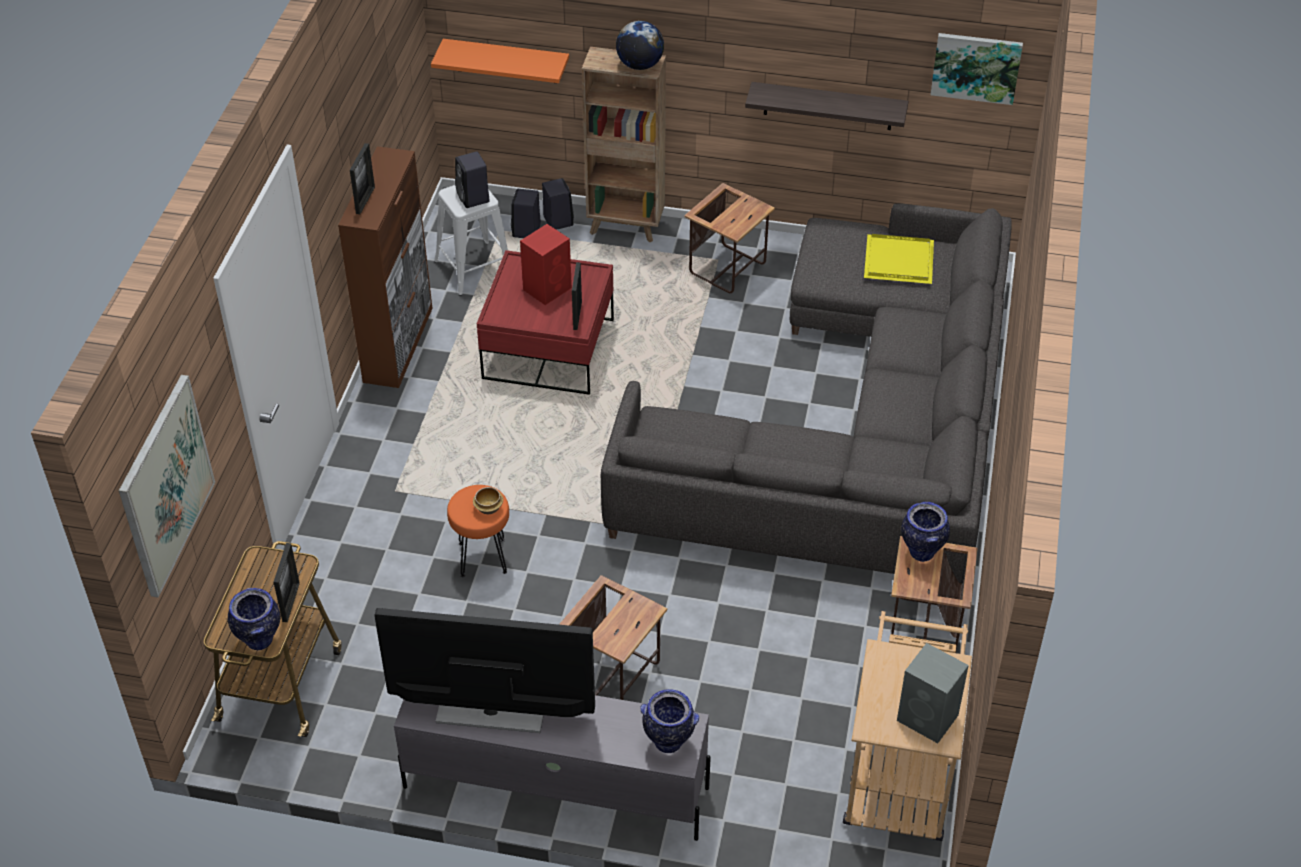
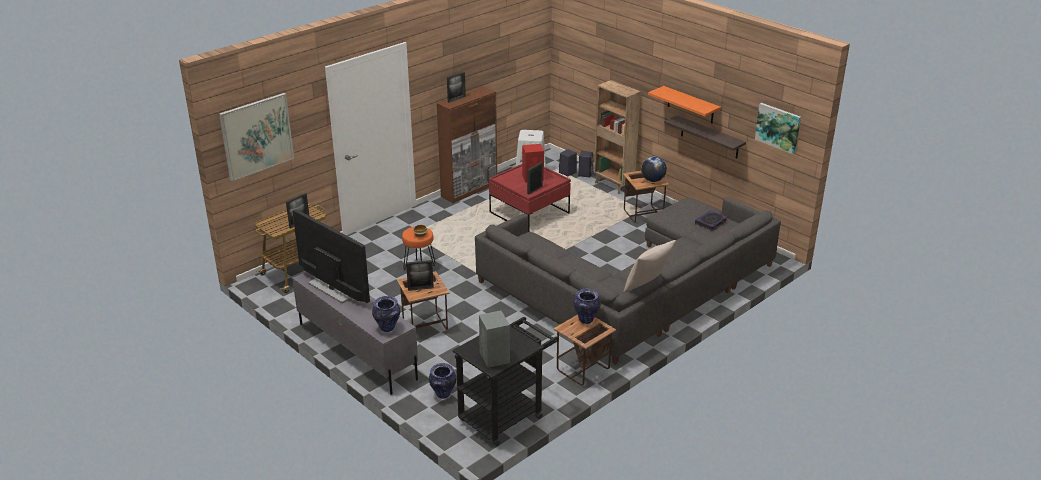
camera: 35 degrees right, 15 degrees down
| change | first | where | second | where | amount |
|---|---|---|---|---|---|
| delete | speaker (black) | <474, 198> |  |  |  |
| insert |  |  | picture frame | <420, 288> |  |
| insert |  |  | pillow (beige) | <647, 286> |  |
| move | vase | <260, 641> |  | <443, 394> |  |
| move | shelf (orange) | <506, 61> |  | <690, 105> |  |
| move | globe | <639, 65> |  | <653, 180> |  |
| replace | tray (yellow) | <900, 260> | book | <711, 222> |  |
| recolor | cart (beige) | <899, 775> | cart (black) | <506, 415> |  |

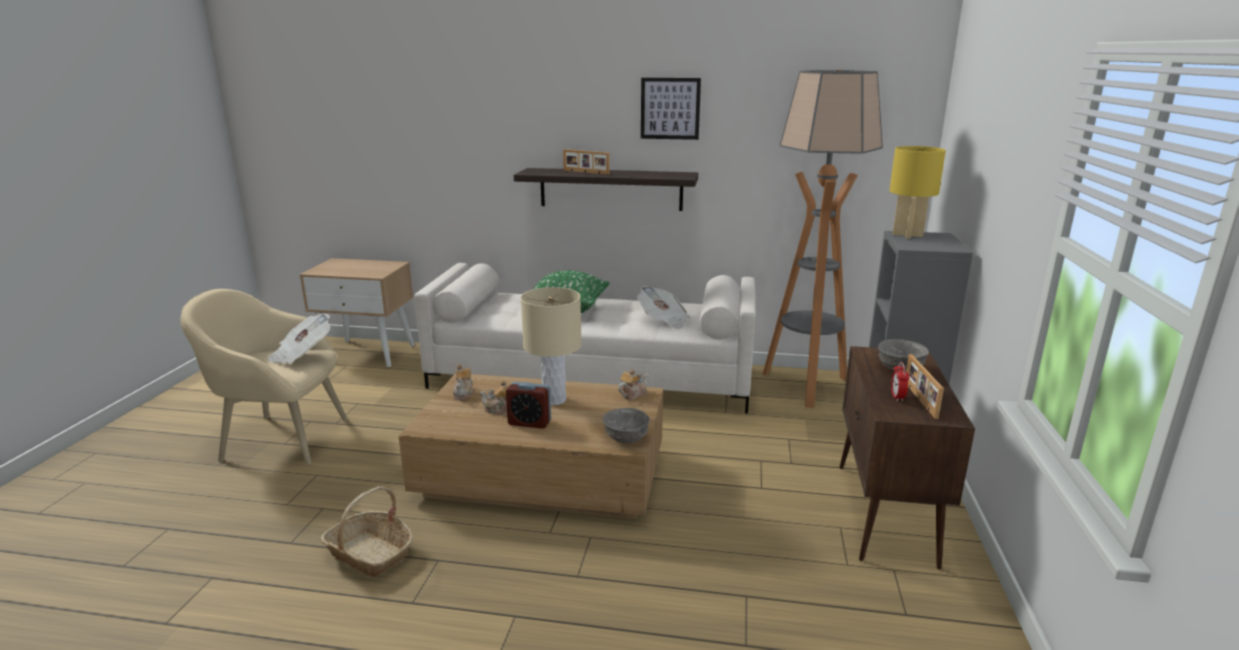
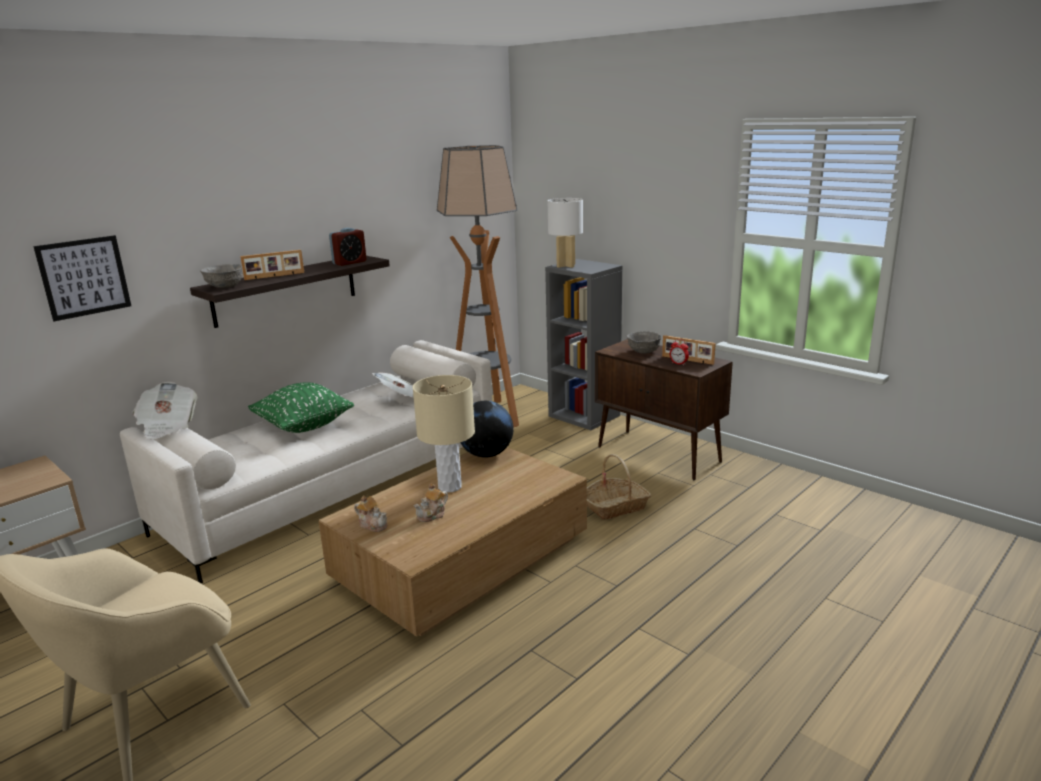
camera: 55 degrees left, 0 degrees up
| change | first | where | second | where | amount |
|---|---|---|---|---|---|
| move | newspaper | <302, 355> |  | <167, 426> |  |
| move | basket | <370, 553> |  | <616, 507> |  |
| move | alarm clock | <529, 422> |  | <349, 263> |  |
| move | bowl (grey) | <626, 438> |  | <225, 286> |  |
| move | picture | <670, 108> |  | <84, 277> |  |
| replace | teapot | <633, 394> | globe | <486, 454> |  |
| recolor | table lamp (yellow) | <907, 235> | table lamp (white) | <565, 265> |  |

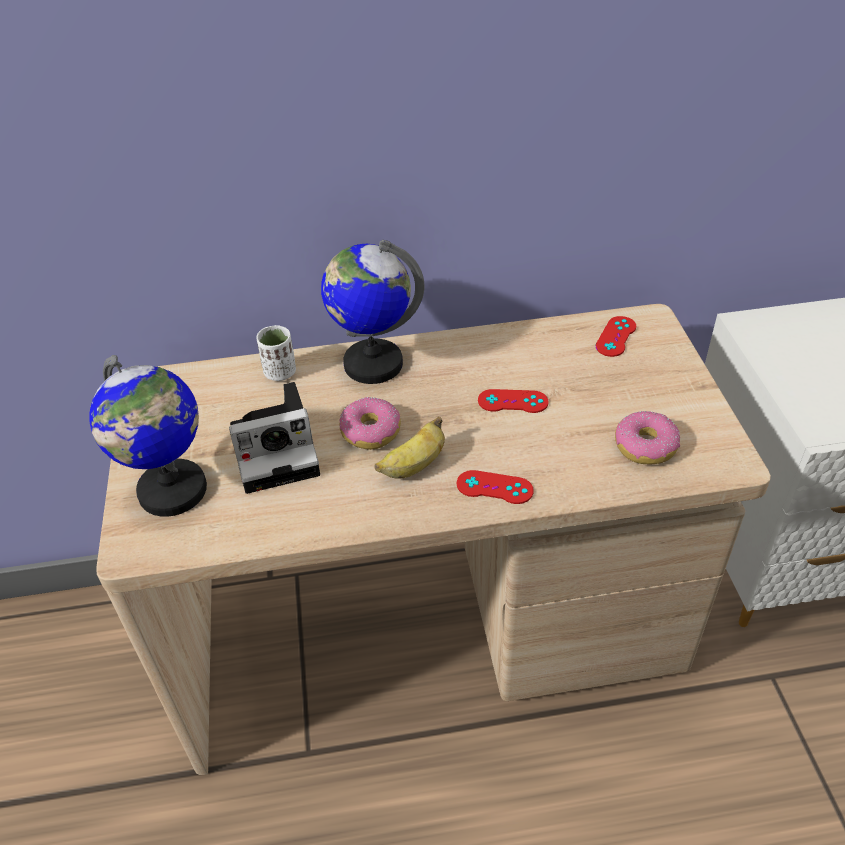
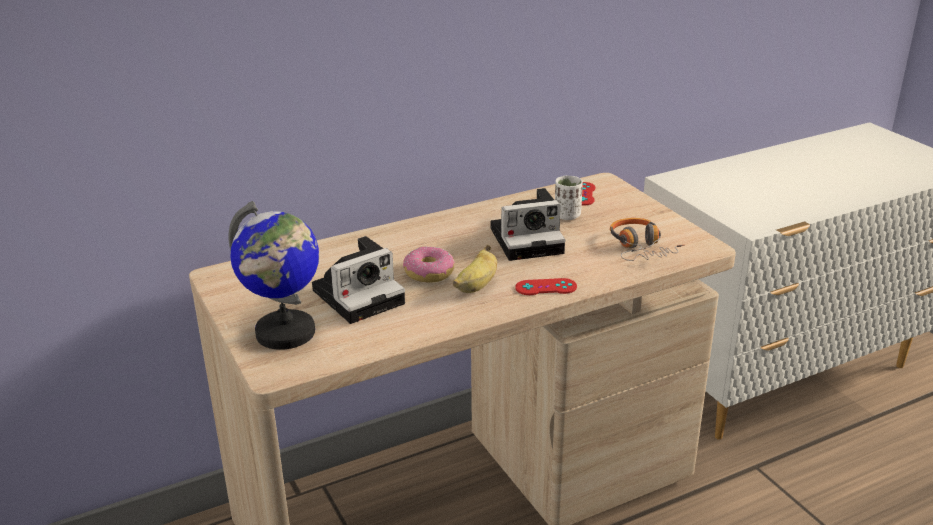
camera: 20 degrees left, 15 degrees down
| change | first | where | second | where | amount |
|---|---|---|---|---|---|
| delete | globe | <372, 364> |  |  |  |
| move | cup (white) | <280, 372> |  | <567, 215> |  |
| replace | game controller (red) | <513, 401> | photo camera | <529, 240> |  |
| replace | donut | <645, 446> | headphones | <640, 248> |  |

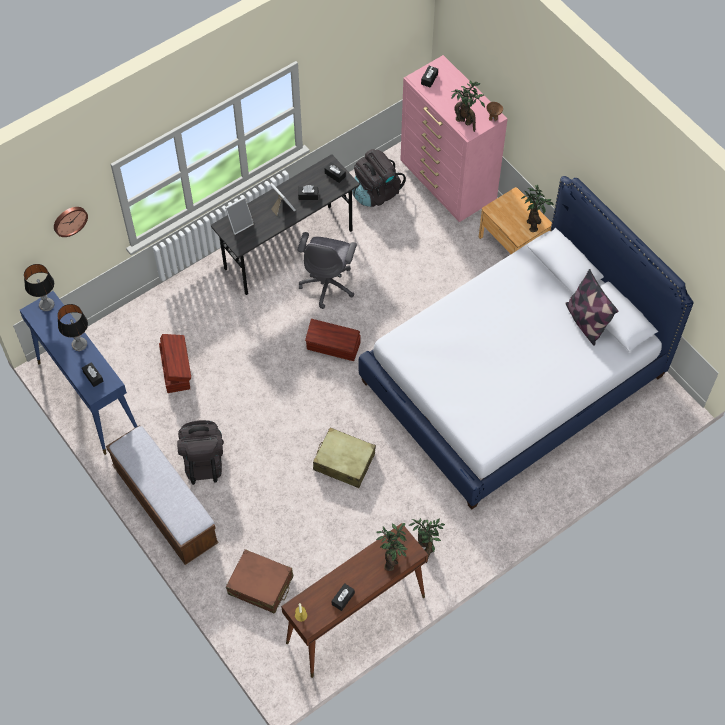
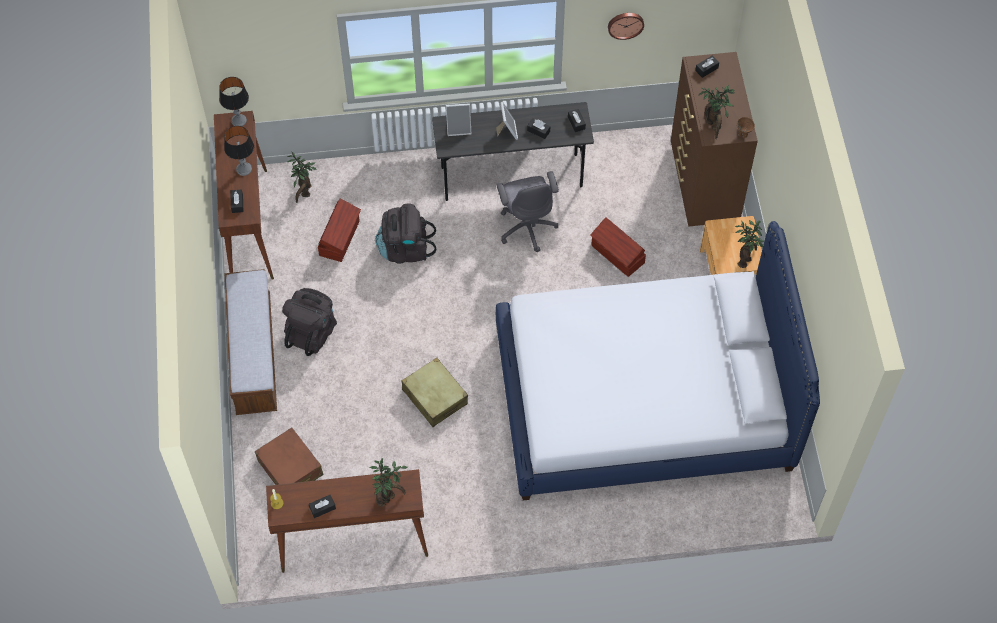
camera: 30 degrees right, 0 degrees up
| change | first | where | second | where | amount |
|---|---|---|---|---|---|
| delete | pillow | <586, 321> |  |  |  |
| move | wall clock | <69, 220> |  | <625, 24> |  |
| move | storage box (brown) | <333, 346> |  | <617, 255> |  |
| move | backpack (black) | <376, 193> |  | <405, 249> |  |
| move | potted plant | <426, 548> |  | <304, 192> |  |
| recolor | console table (blue) | <87, 397> | console table (brown) | <249, 225> |  |
| recolor | dresser (pink) | <447, 184> | dresser (brown) | <703, 185> |  |
| rotate | office chair (grey) | <328, 284> |  | <527, 226> | 60 degrees counterclockwise |

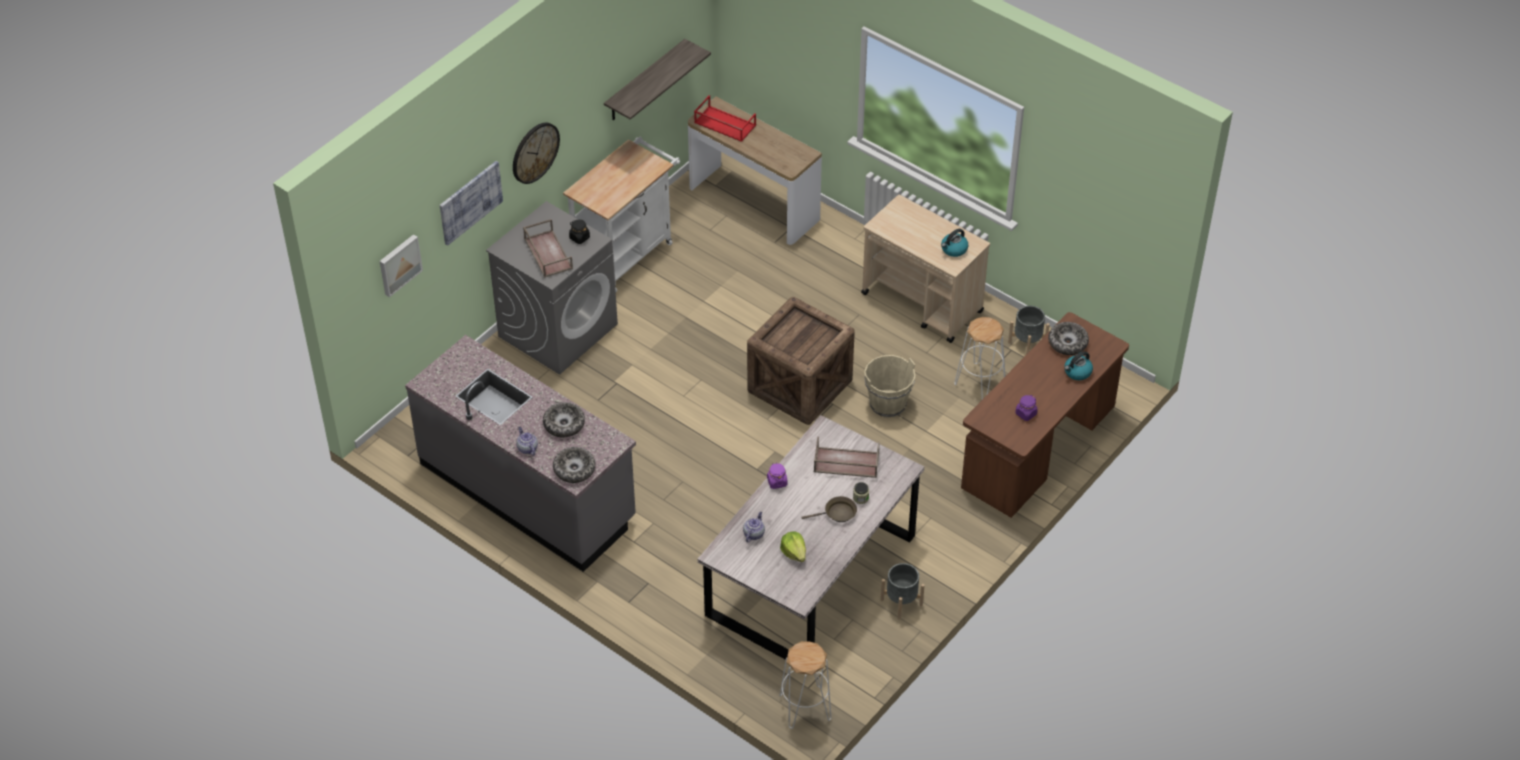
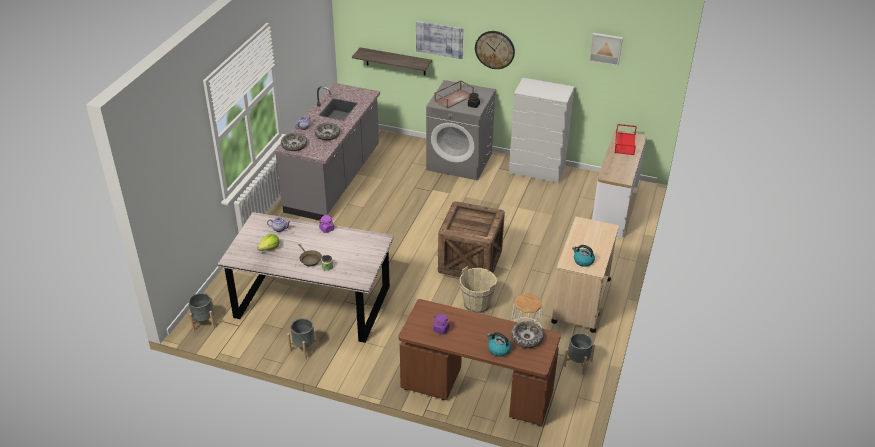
camera: 70 degrees right, 10 degrees down
| change | first | where | second | where | amount |
|---|---|---|---|---|---|
| delete | tray (brown) | <845, 463> |  |  |  |
| move | picture | <399, 264> |  | <606, 48> |  |
| move | shelf | <645, 81> |  | <395, 61> |  |
| replace | cart (white) | <627, 252> | dresser (white) | <537, 170> |  |
| replace | stool (white) | <804, 707> | planter (grey) | <204, 322> |  |

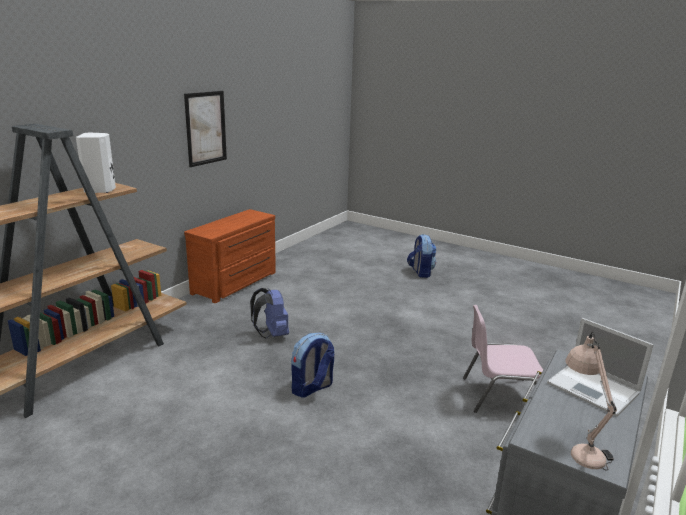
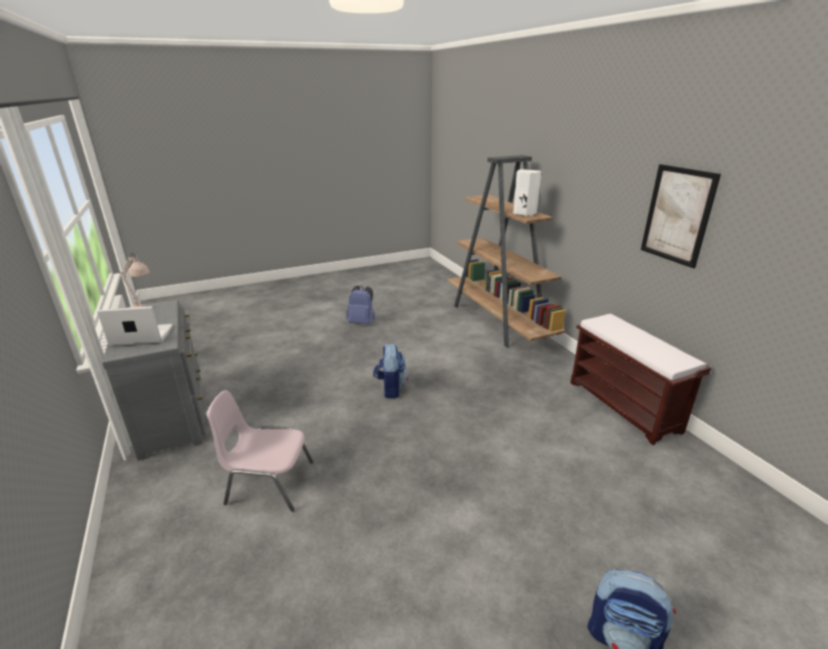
camera: 125 degrees right, 5 degrees up
| change | first | where | second | where | amount |
|---|---|---|---|---|---|
| move | backpack (blue) | <272, 334> |  | <362, 322> |  |
| replace | dresser (brown) | <236, 283> | bench (brown) | <624, 406> |  |
| rotate | chair (pink) | <498, 395> |  | <269, 482> | 120 degrees counterclockwise |

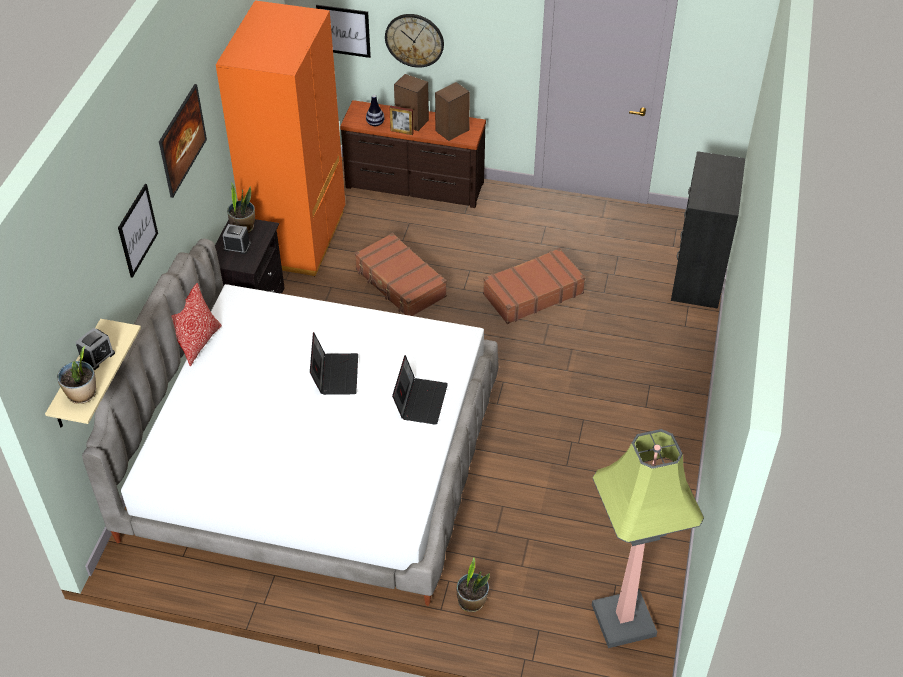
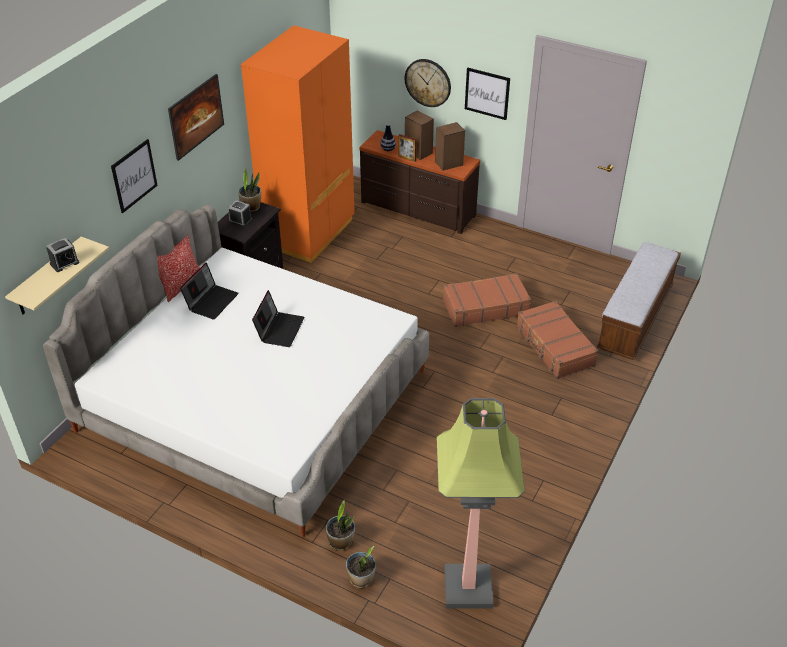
camera: 15 degrees right, 5 degrees down
| change | first | where | second | where | amount |
|---|---|---|---|---|---|
| move | potted plant | <82, 394> |  | <361, 579> |  |
| move | picture | <343, 31> |  | <487, 93> |  |
| move | suitcase (brown) | <400, 283> |  | <554, 347> |  |
| move | laptop | <420, 400> |  | <211, 301> |  |
| replace | dresser (black) | <697, 276> | bench | <635, 318> |  |

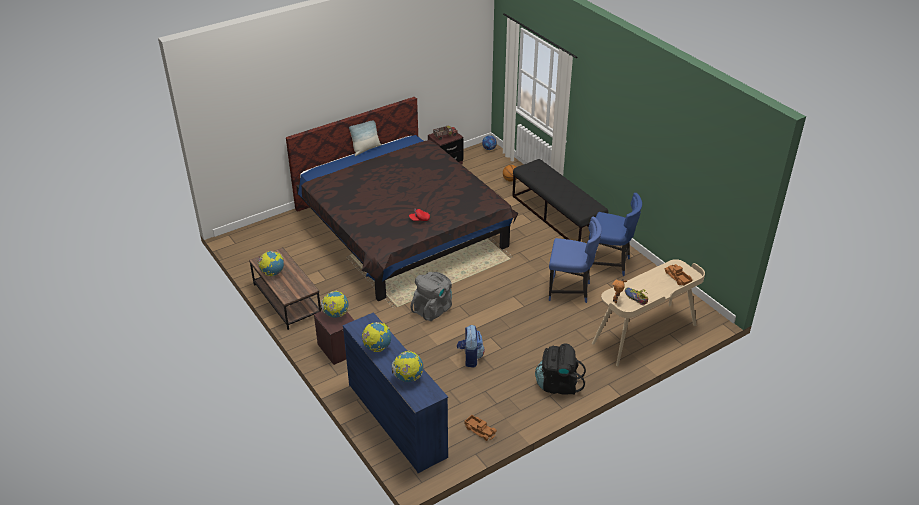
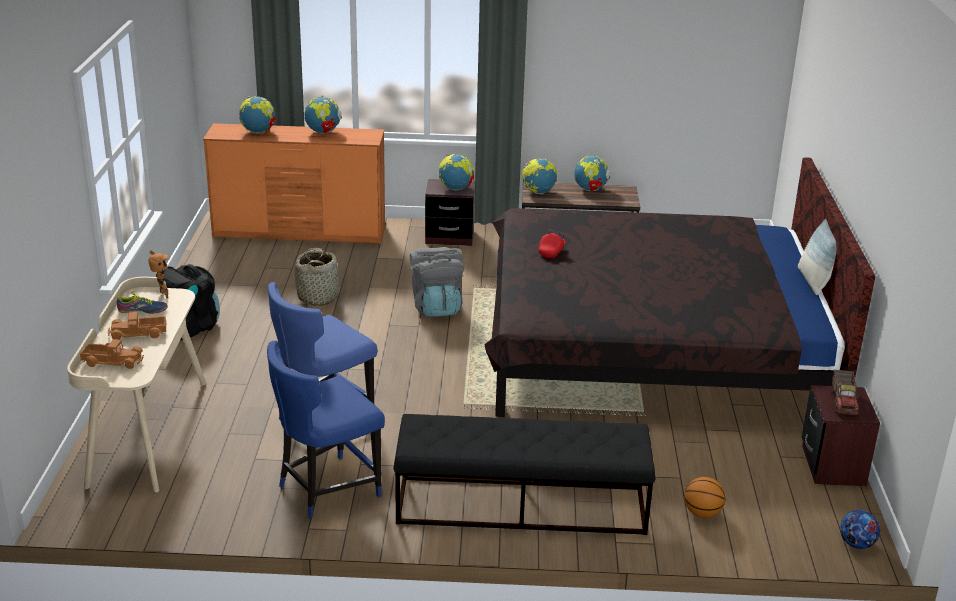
camera: 125 degrees right, 10 degrees down
| change | first | where | second | where | amount |
|---|---|---|---|---|---|
| insert |  |  | globe | <538, 192> |  |
| move | toy truck | <480, 430> |  | <138, 334> |  |
| replace | backpack | <470, 358> | basket | <318, 297> |  |
| recolor | dresser (blue) | <397, 419> | dresser (orange) | <300, 232> |  |

